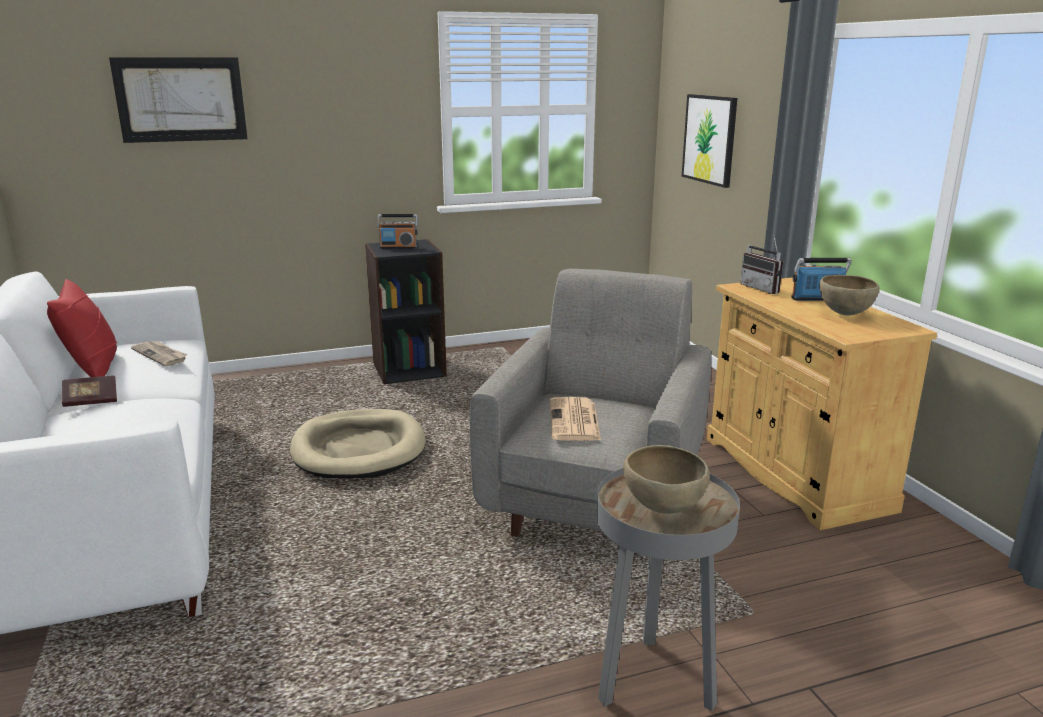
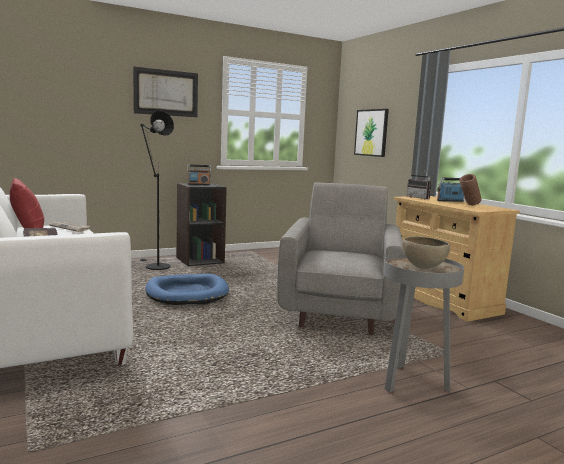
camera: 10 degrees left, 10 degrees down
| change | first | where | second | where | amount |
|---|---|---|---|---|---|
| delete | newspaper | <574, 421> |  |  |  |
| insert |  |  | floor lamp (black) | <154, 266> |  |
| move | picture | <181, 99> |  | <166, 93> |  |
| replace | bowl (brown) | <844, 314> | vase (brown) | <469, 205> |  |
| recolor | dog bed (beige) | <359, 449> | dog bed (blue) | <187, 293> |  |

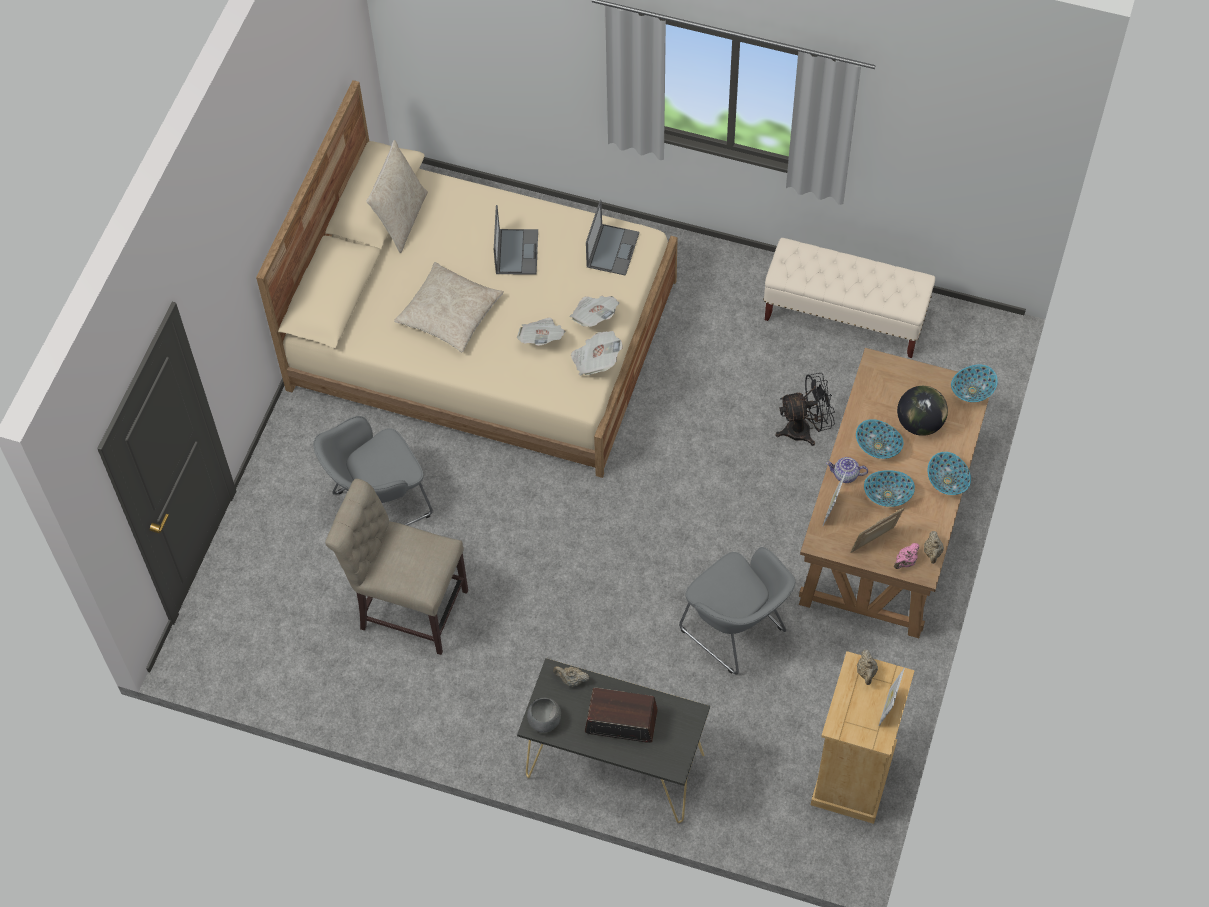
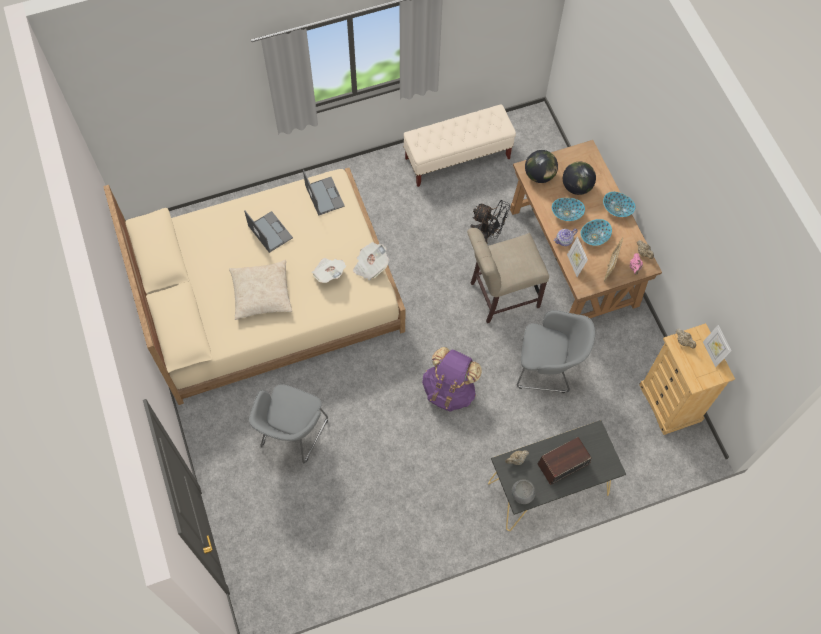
camera: 40 degrees left, 5 degrees up
| change | first | where | second | where | amount |
|---|---|---|---|---|---|
| delete | pillow (beige) | <401, 219> |  |  |  |
| delete | newspaper | <594, 316> |  |  |  |
| delete | bowl | <972, 391> |  |  |  |
| insert |  |  | backpack (purple) | <449, 390> |  |
| insert |  |  | globe | <539, 175> |  |
| move | chair (beige) | <408, 607> |  | <500, 295> |  |
| rotate | fan (black) | <805, 429> |  | <488, 233> | 75 degrees clockwise |

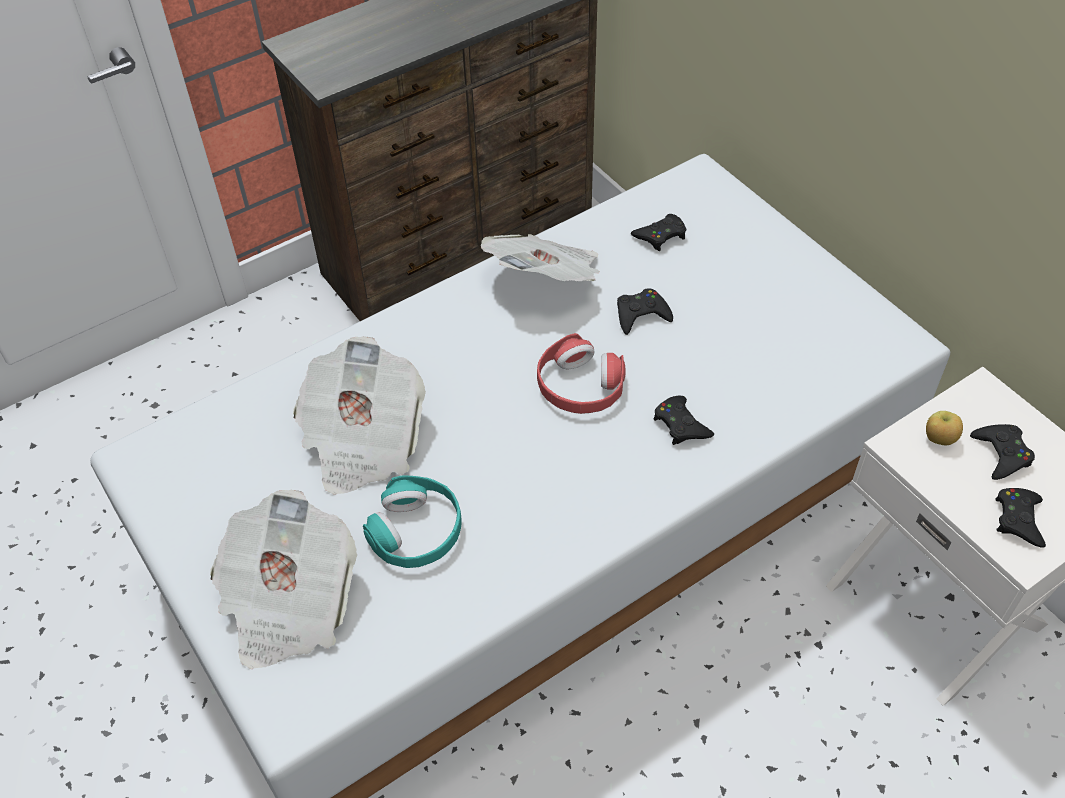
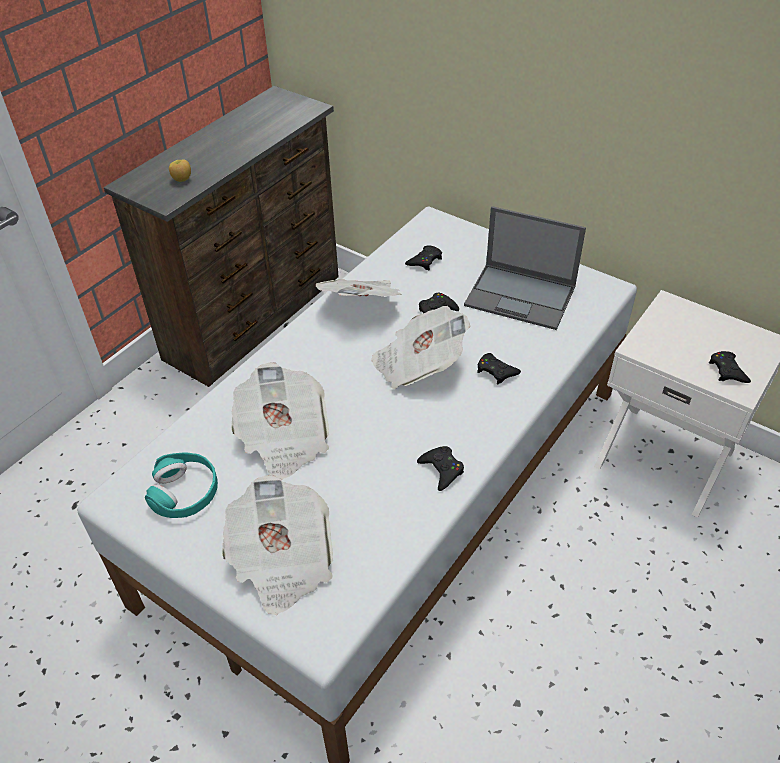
camera: 20 degrees left, 5 degrees down
| change | first | where | second | where | amount |
|---|---|---|---|---|---|
| insert |  |  | laptop | <521, 296> |  |
| move | headphones (turquoise) | <416, 531> |  | <185, 492> |  |
| move | apple | <938, 439> |  | <182, 180> |  |
| move | game controller (black) | <1001, 454> |  | <442, 470> |  |
| replace | headphones (red) | <580, 386> | newspaper | <418, 365> |  |

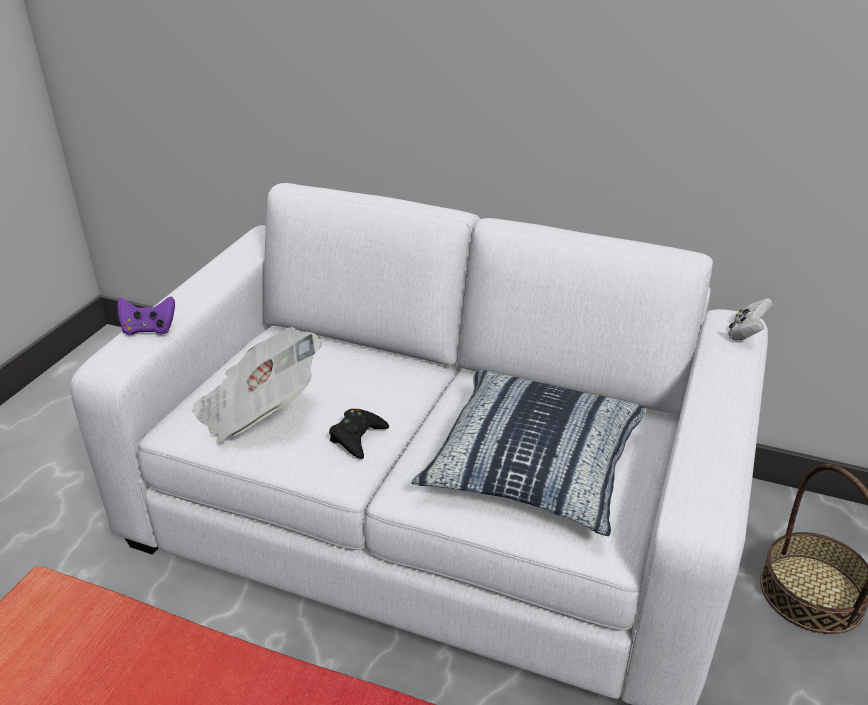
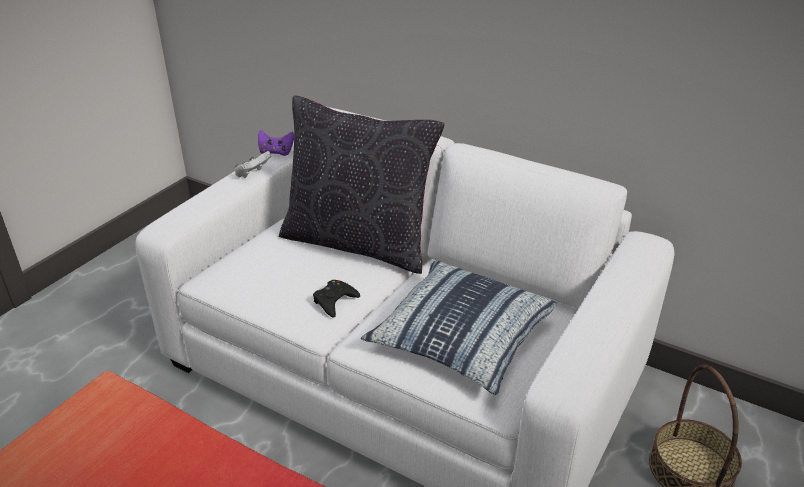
camera: 10 degrees right, 0 degrees up
| change | first | where | second | where | amount |
|---|---|---|---|---|---|
| delete | newspaper | <258, 410> |  |  |  |
| insert |  |  | pillow (black) | <358, 242> |  |
| move | game controller (purple) | <149, 329> |  | <276, 152> |  |
| move | game controller (white) | <745, 334> |  | <253, 174> |  |

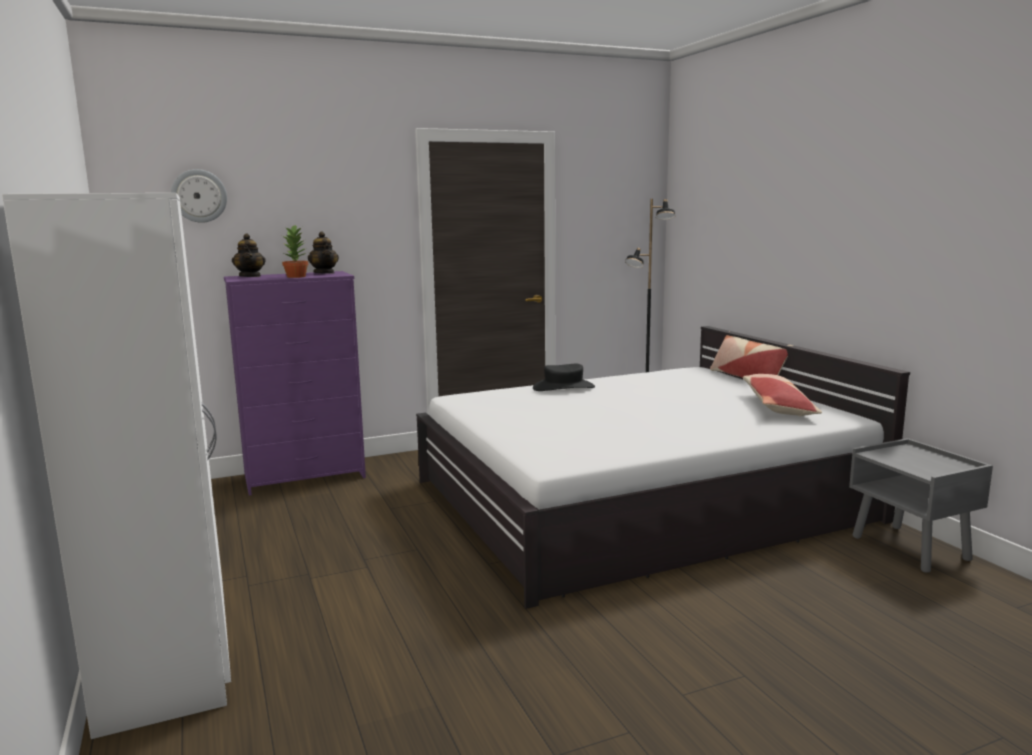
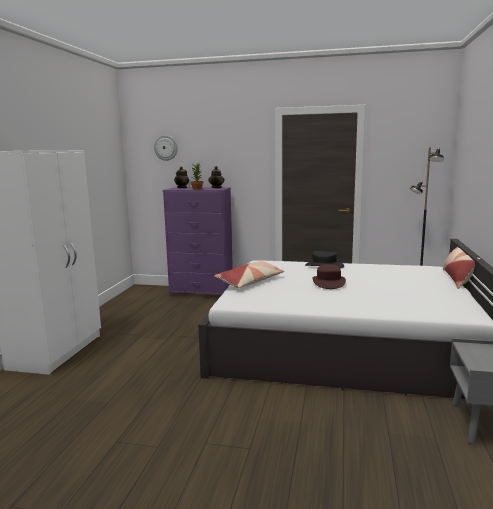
camera: 35 degrees right, 0 degrees up
| change | first | where | second | where | amount |
|---|---|---|---|---|---|
| insert |  |  | hat (brown) | <328, 282> |  |
| move | pillow | <777, 406> |  | <250, 282> |  |

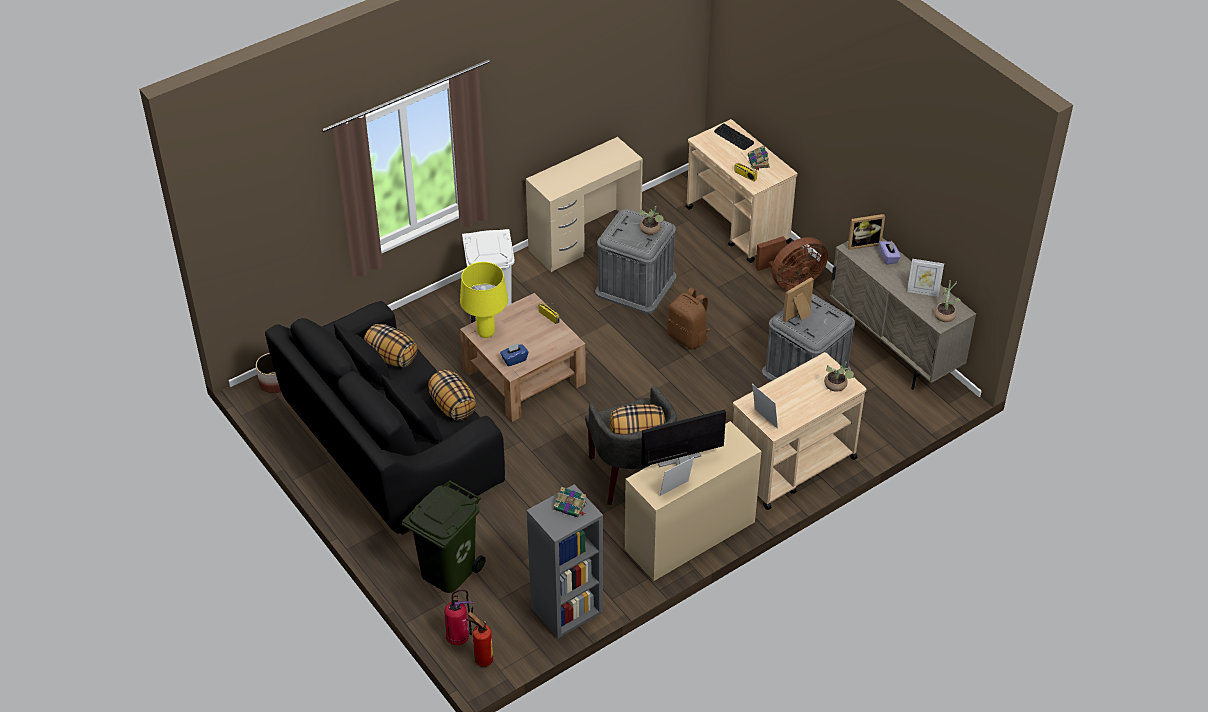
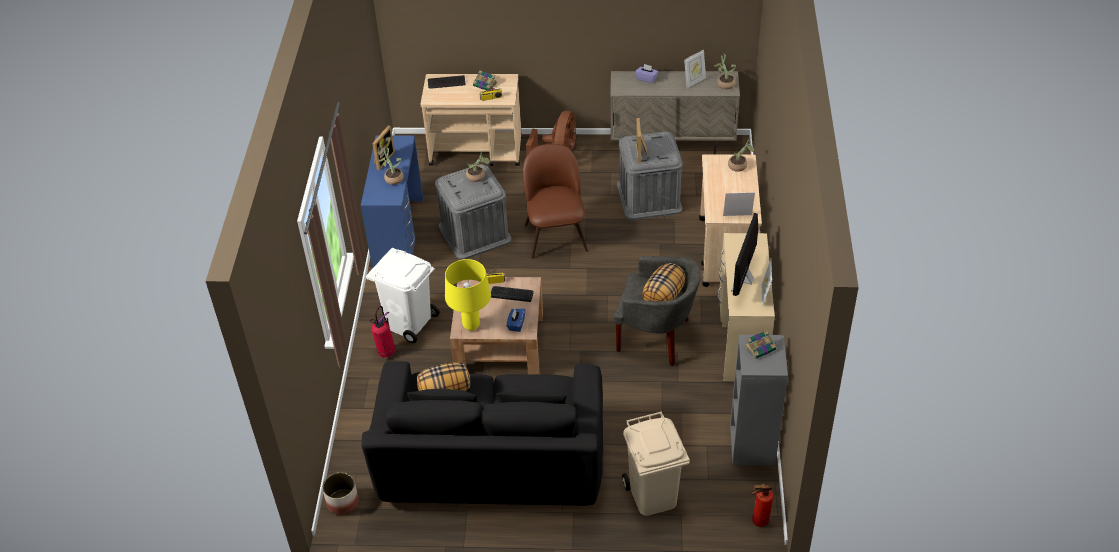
camera: 50 degrees left, 0 degrees up
| change | first | where | second | where | amount |
|---|---|---|---|---|---|
| delete | pillow | <452, 406> |  |  |  |
| insert |  |  | potted plant | <392, 178> |  |
| insert |  |  | keyboard | <511, 294> |  |
| move | fire extinguisher | <459, 637> |  | <386, 351> |  |
| move | picture frame | <863, 243> |  | <382, 159> |  |
| replace | backpack (brown) | <688, 337> | chair (brown) | <555, 235> |  |
| recolor | trash can (green) | <447, 570> | trash can (beige) | <652, 495> |  |
| recolor | desk (beige) | <585, 239> | desk (blue) | <398, 234> |  |

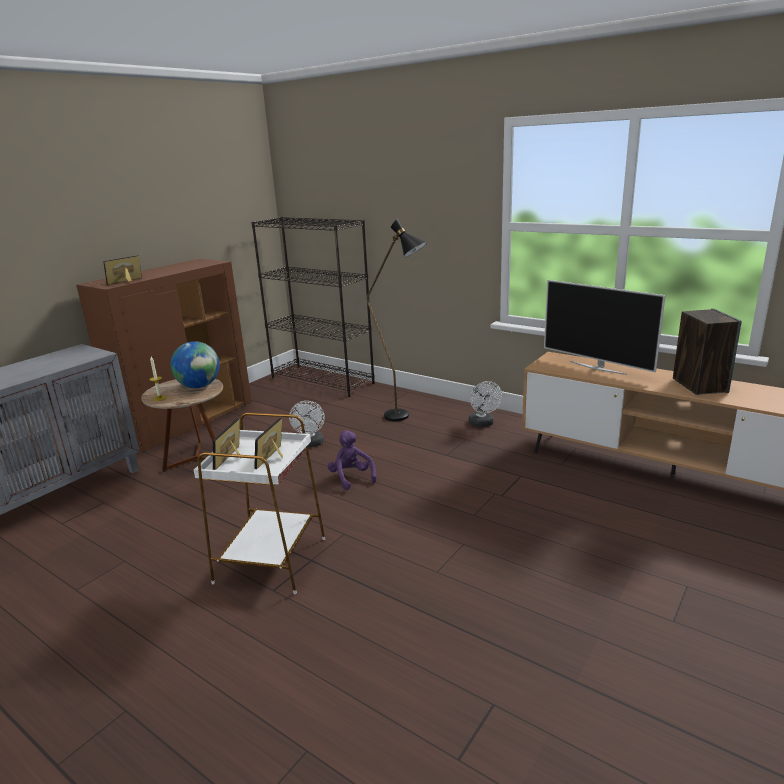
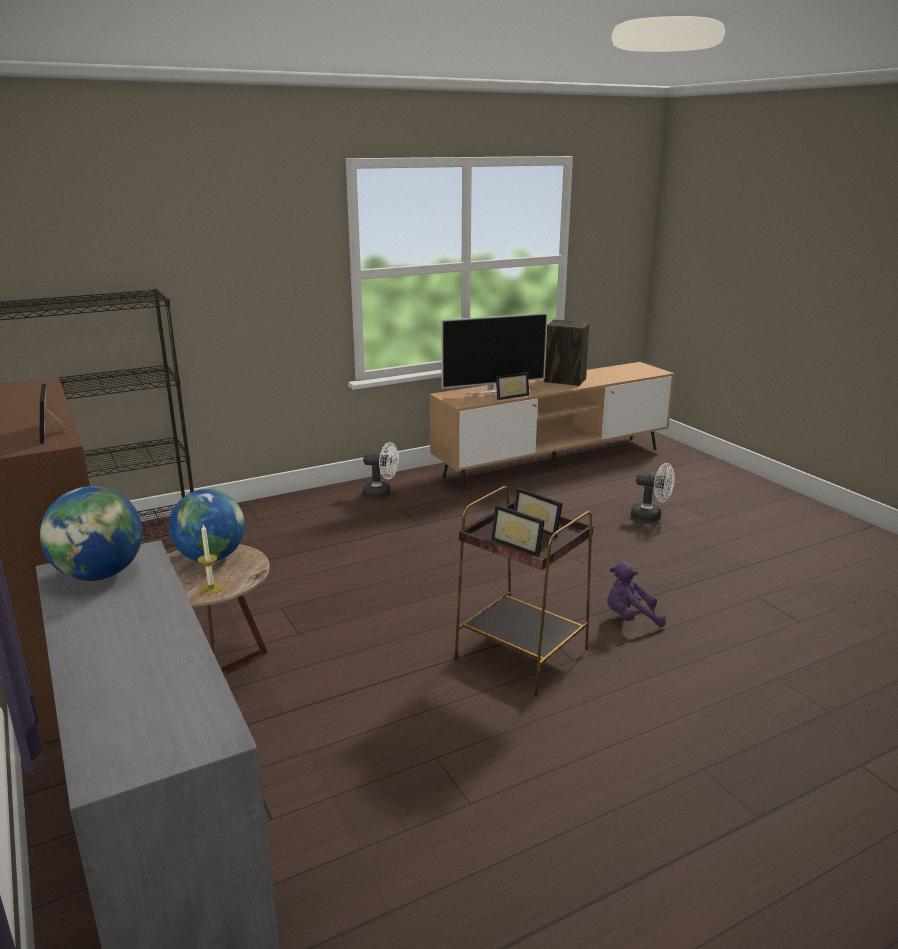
camera: 65 degrees left, 0 degrees up
| change | first | where | second | where | amount |
|---|---|---|---|---|---|
| delete | floor lamp (black) | <405, 417> |  |  |  |
| insert |  |  | globe | <100, 575> |  |
| insert |  |  | picture frame | <510, 396> |  |
| move | fan (white) | <311, 444> |  | <651, 516> |  |
| move | plush toy (purple) | <351, 477> |  | <630, 618> |  |
| recolor | side table (white) | <270, 561> | side table (brown) | <522, 654> |  |

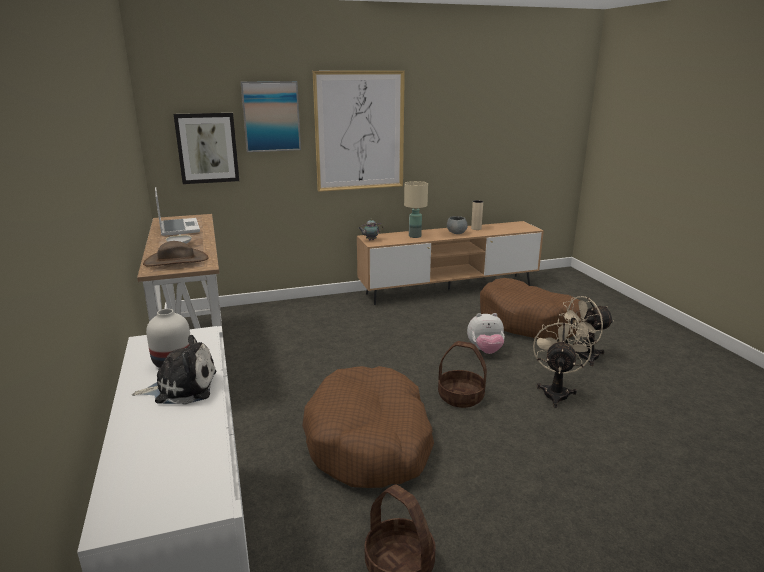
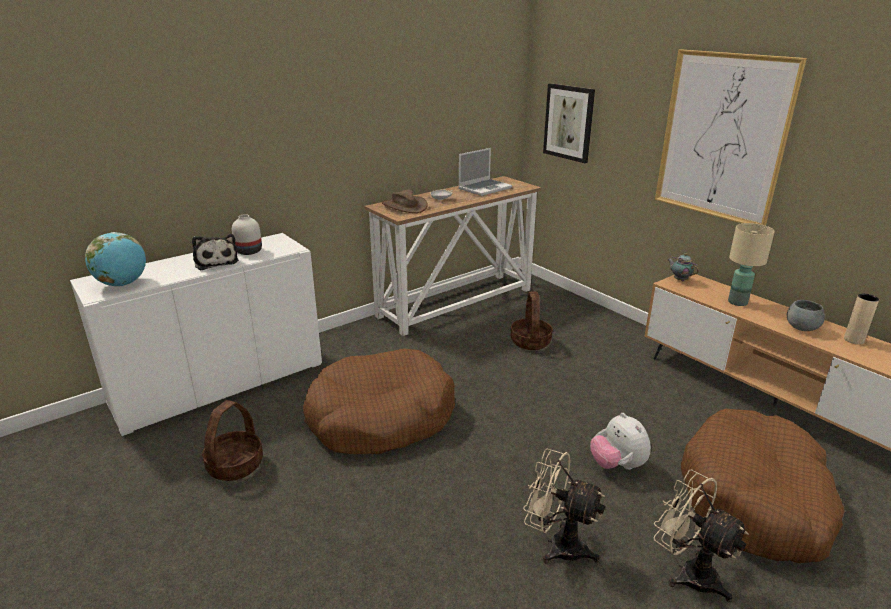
camera: 70 degrees right, 5 degrees up
| change | first | where | second | where | amount |
|---|---|---|---|---|---|
| delete | picture | <271, 116> |  |  |  |
| insert |  |  | globe | <122, 284> |  |
| move | basket | <461, 397> |  | <531, 342> |  |
| rotate | fan (beige) | <556, 392> |  | <558, 545> | 150 degrees counterclockwise |

